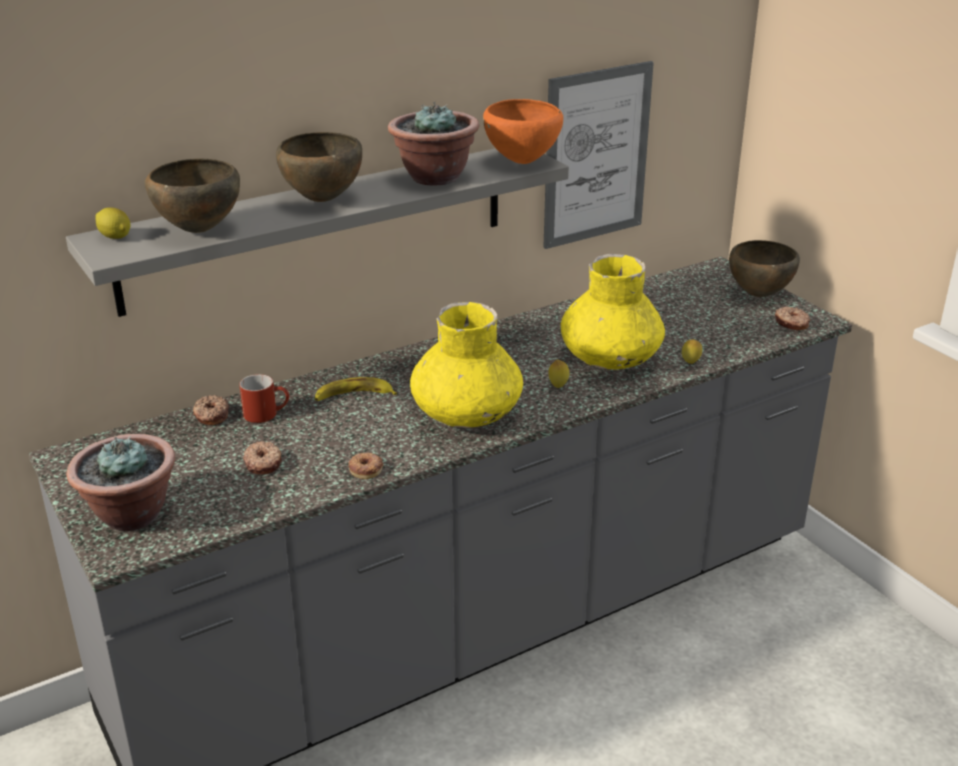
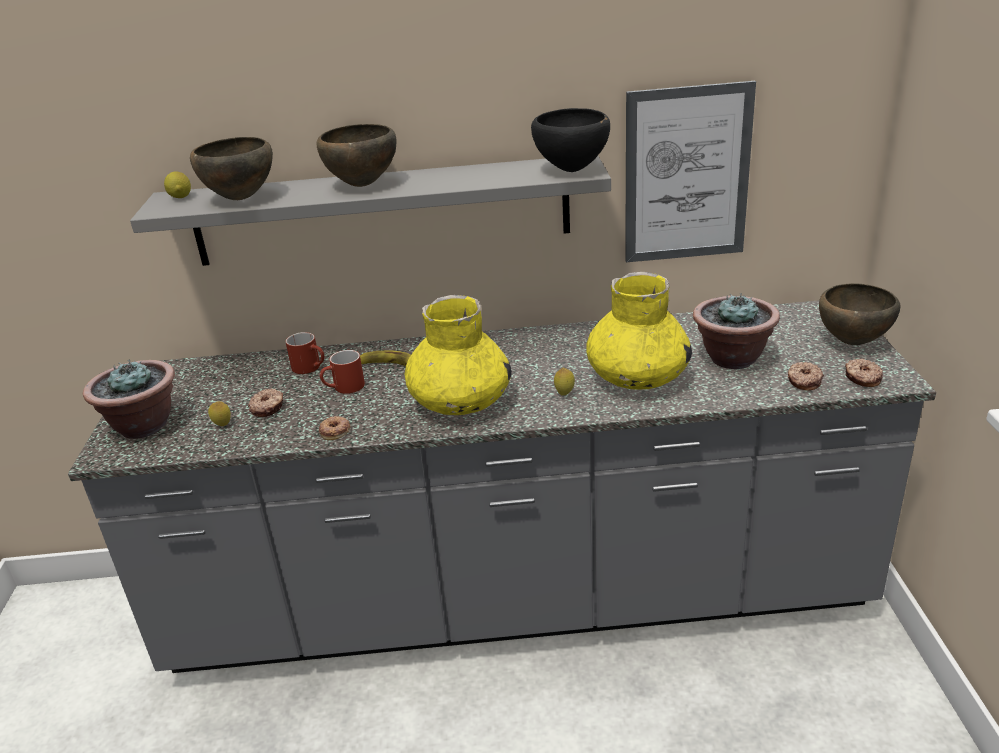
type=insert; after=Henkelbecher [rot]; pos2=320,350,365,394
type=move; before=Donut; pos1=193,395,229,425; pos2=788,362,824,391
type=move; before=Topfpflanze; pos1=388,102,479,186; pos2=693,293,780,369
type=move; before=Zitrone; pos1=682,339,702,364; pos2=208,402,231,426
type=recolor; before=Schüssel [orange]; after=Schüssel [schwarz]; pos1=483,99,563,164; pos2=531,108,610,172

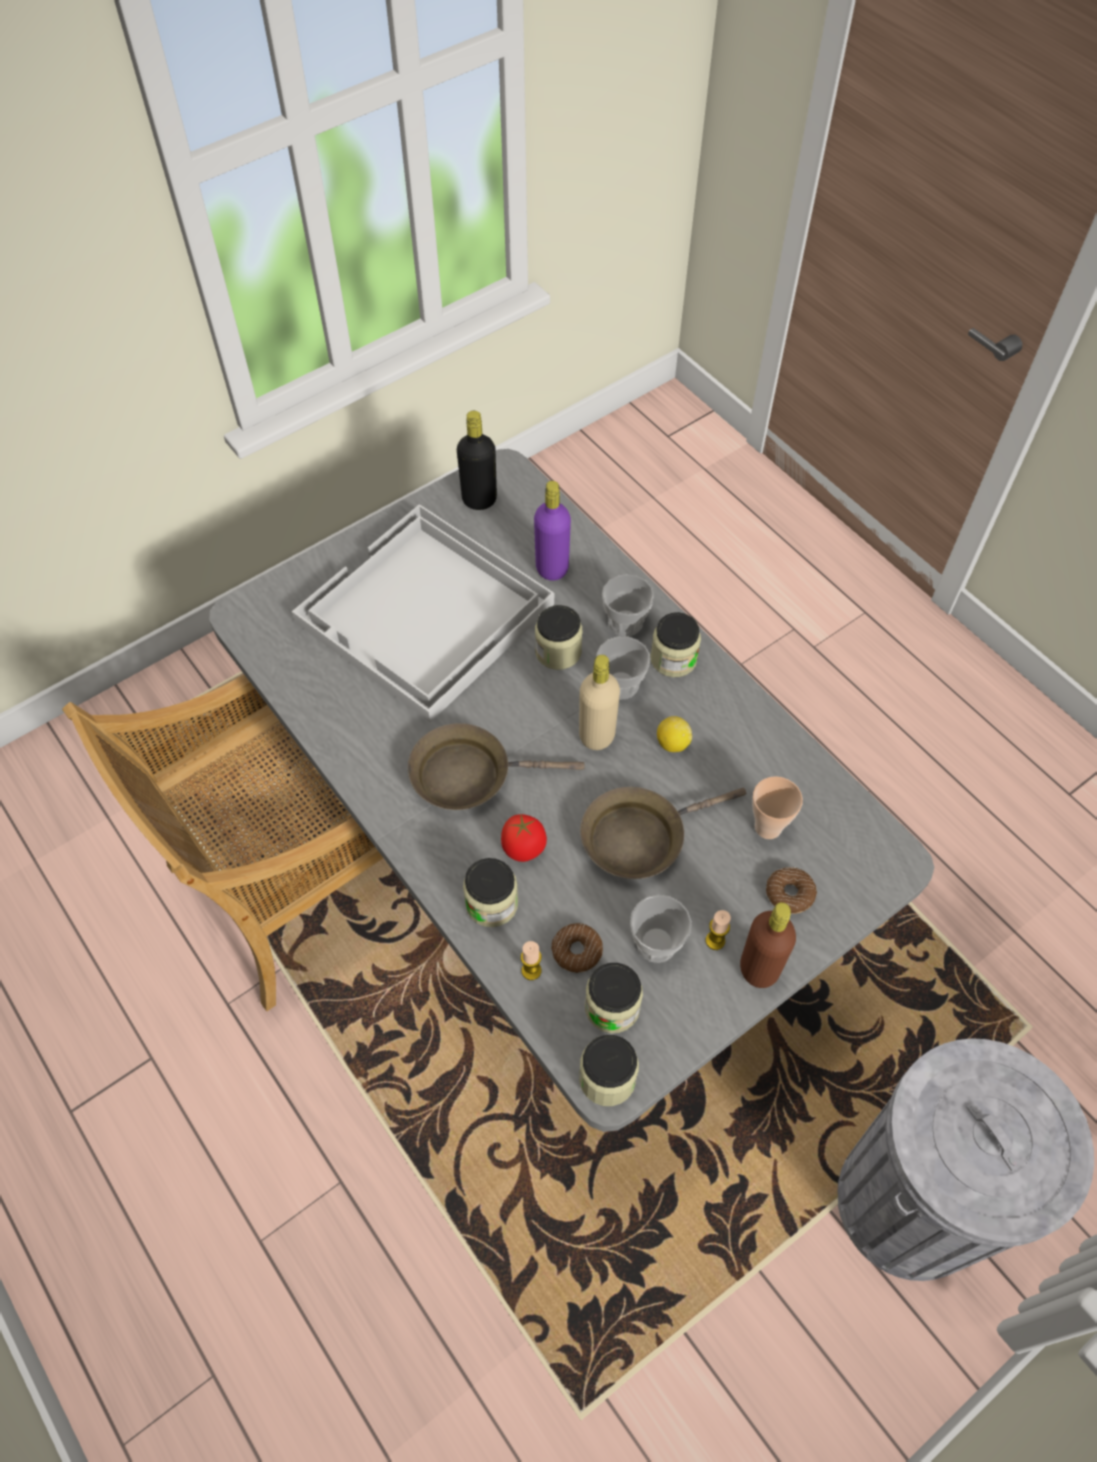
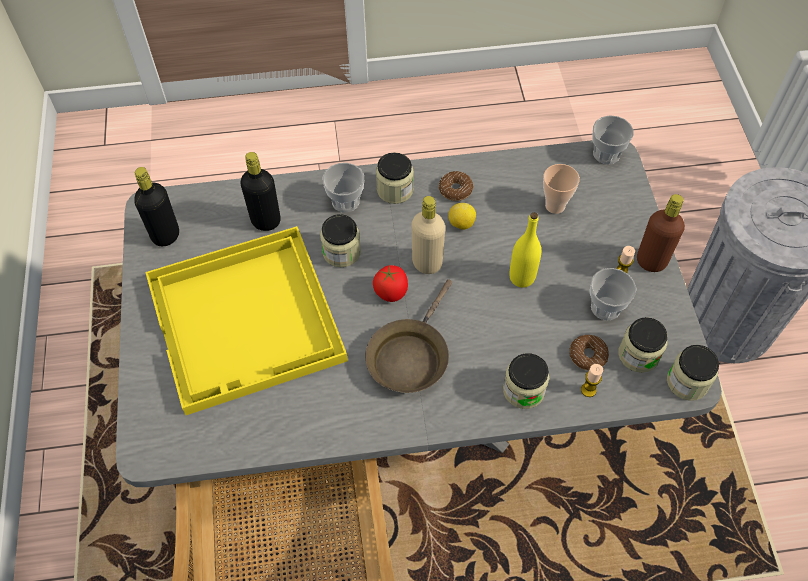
type=move; before=Tomate; pos1=501,814,547,862; pos2=373,265,408,302
type=move; before=Tasse; pos1=597,637,650,699; pos2=592,115,634,164
type=move; before=Donut; pos1=766,867,817,914; pos2=439,171,473,201
type=replace; before=Pfanne [braun]; after=Flasche [gelb]; pos1=580,787,746,879; pos2=509,212,541,288
type=recolor; before=Tablett [weiß]; after=Tablett [gelb]; pos1=292,504,554,722; pos2=145,226,348,415
type=recolor; before=Flasche [lila]; after=Flasche [schwarz]; pos1=534,481,571,581; pos2=240,152,281,231

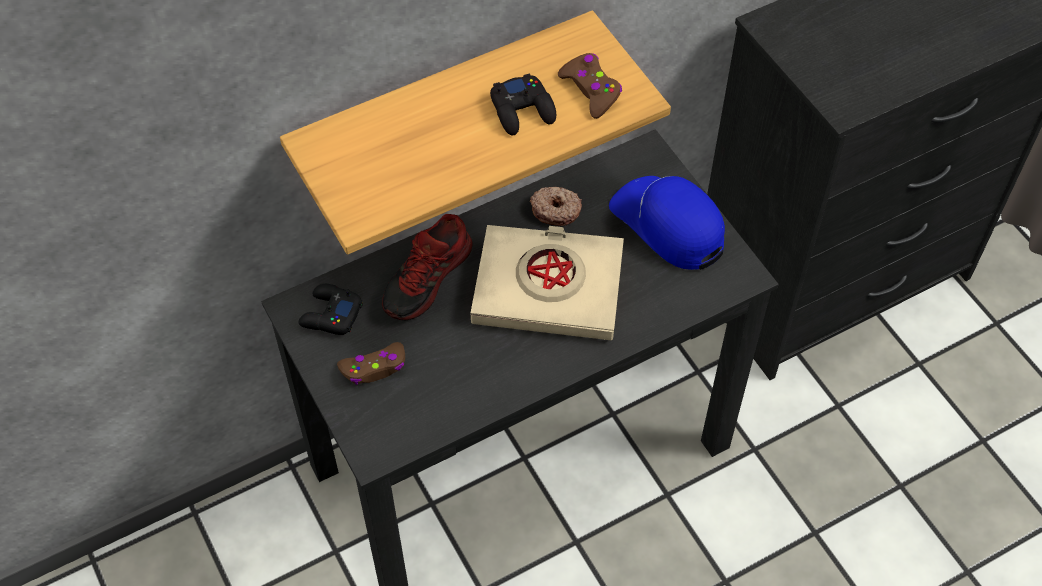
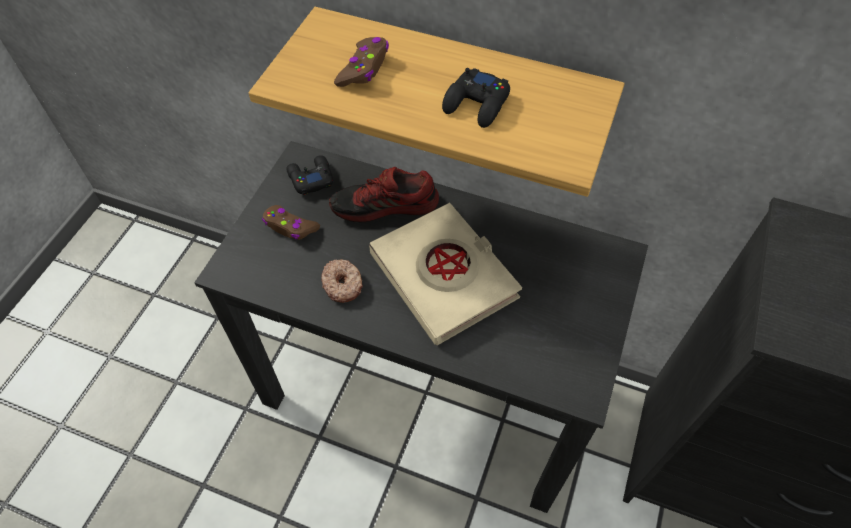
type=delete; before=Kappe [blau]; pos1=609,176,725,270
type=move; before=Donut; pos1=530,187,582,226; pos2=321,259,363,303
type=move; before=Gamepad [braun]; pos1=558,53,622,119; pos2=334,37,389,87

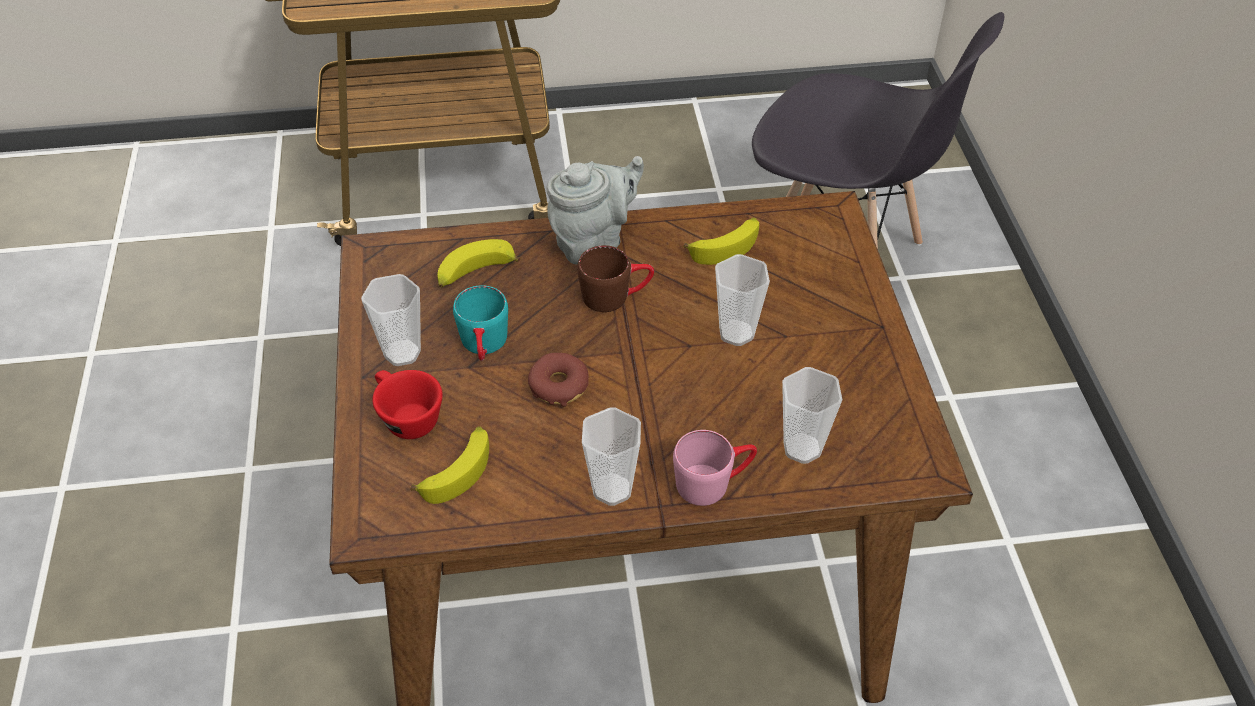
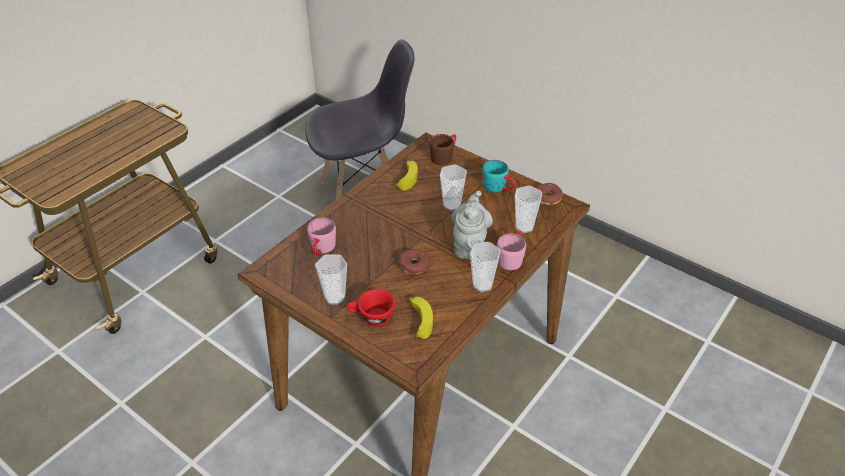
type=insert; after=Donut; pos2=536,183,563,205
type=move; before=Henkelbecher [türkis]; pos1=453,285,508,361; pos2=482,160,516,192
type=move; before=Teekanne [grau]; pos1=547,156,644,265; pos2=451,191,493,260
type=move; before=Henkelbecher [braun]; pos1=577,245,654,312; pos2=429,134,456,165
type=replace; before=Banane; after=Henkelbecher [rosa]; pos1=437,239,520,287; pos2=307,218,336,256

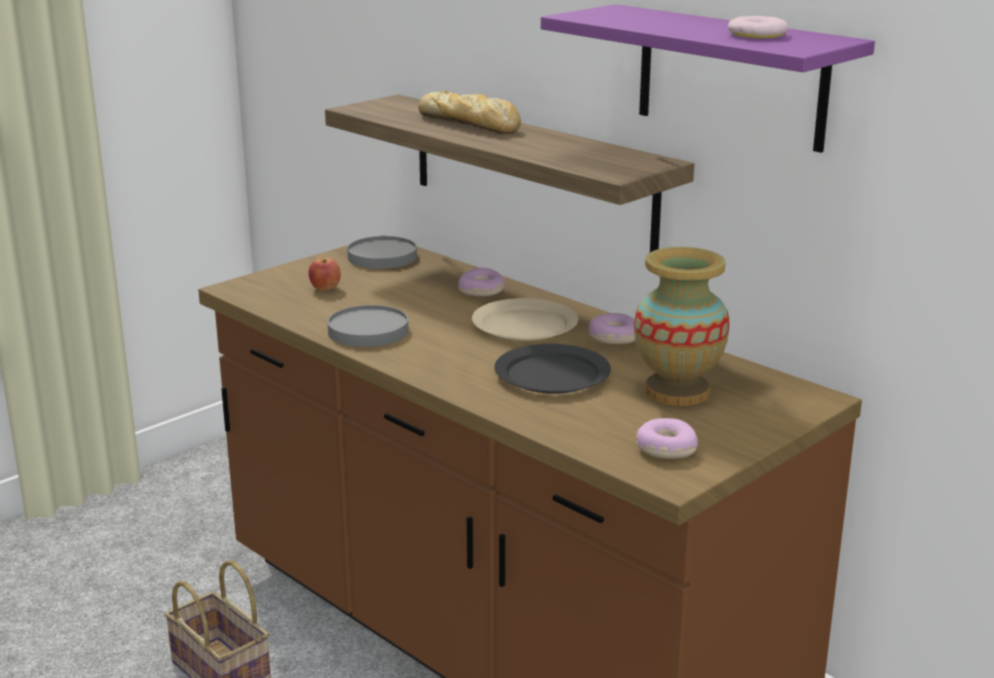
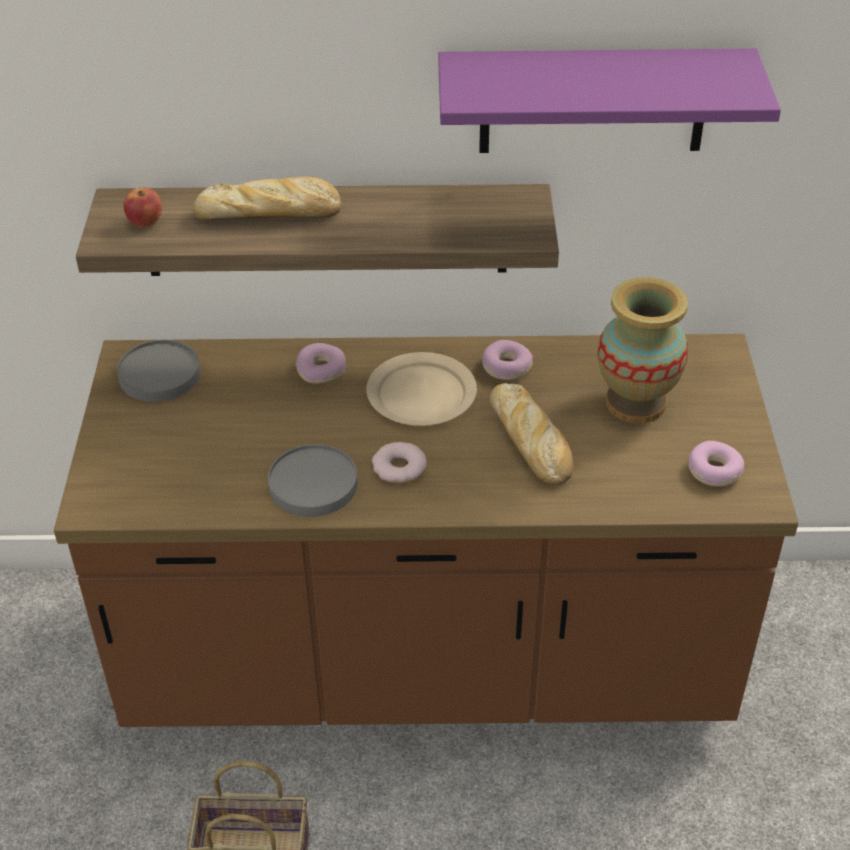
type=move; before=Apfel; pos1=308,258,341,291; pos2=123,187,162,228
type=move; before=Donut; pos1=728,16,788,39; pos2=372,442,427,483
type=replace; before=Teller [schwarz]; after=Brot; pos1=494,344,611,394; pos2=490,383,574,486

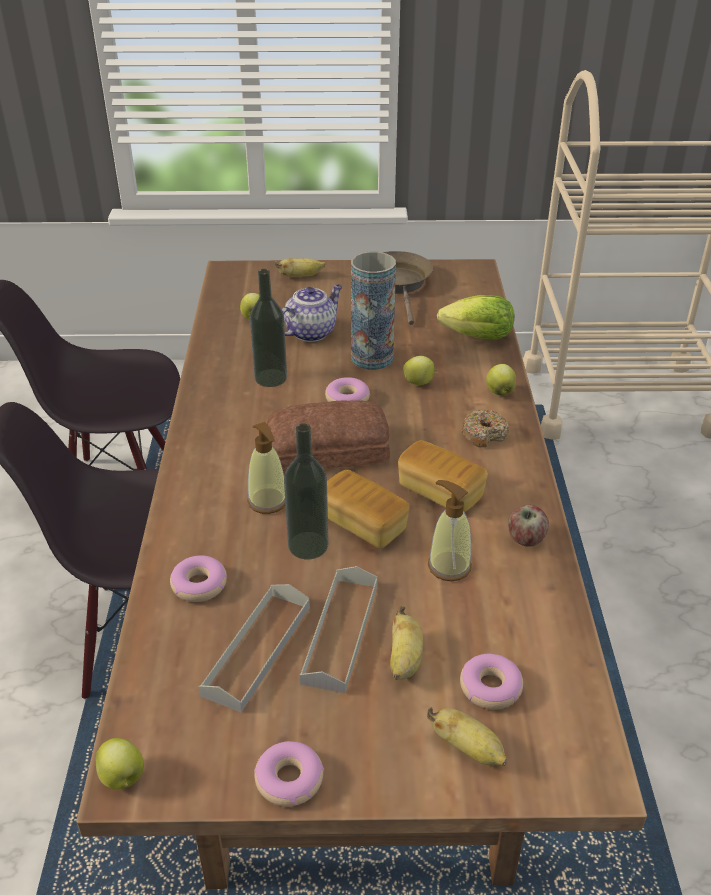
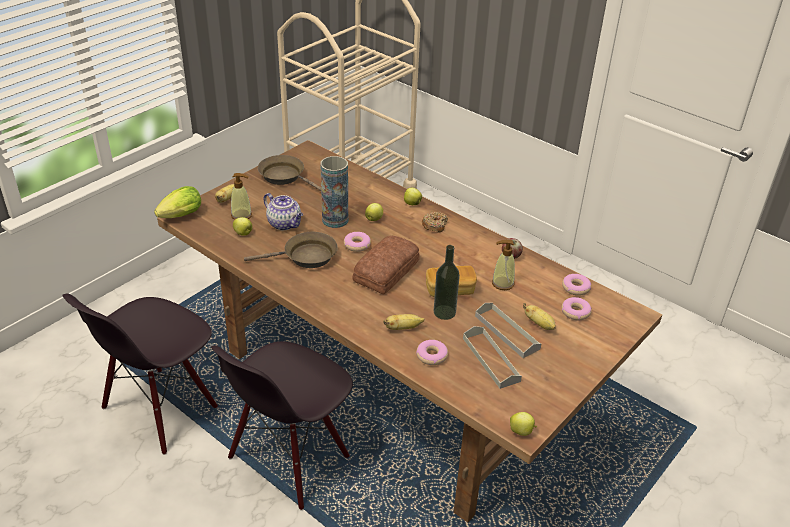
type=delete; before=Brot; pos1=398,440,488,512
type=move; before=Seifenspender; pos1=247,422,285,514; pos2=231,173,252,220
type=move; before=Donut; pos1=254,741,324,806; pos2=562,274,591,296
type=move; before=Banane; pos1=427,707,507,766; pos2=383,314,425,330
type=move; before=Salatkopf; pos1=437,295,514,340; pos2=154,186,201,218
type=replace; before=Flasche; after=Pfanne [braun]; pos1=250,269,287,387; pos2=244,232,338,268
type=rotate; before=Teekanne; pos1=282,284,343,342; pos2=263,193,303,230; turn=135

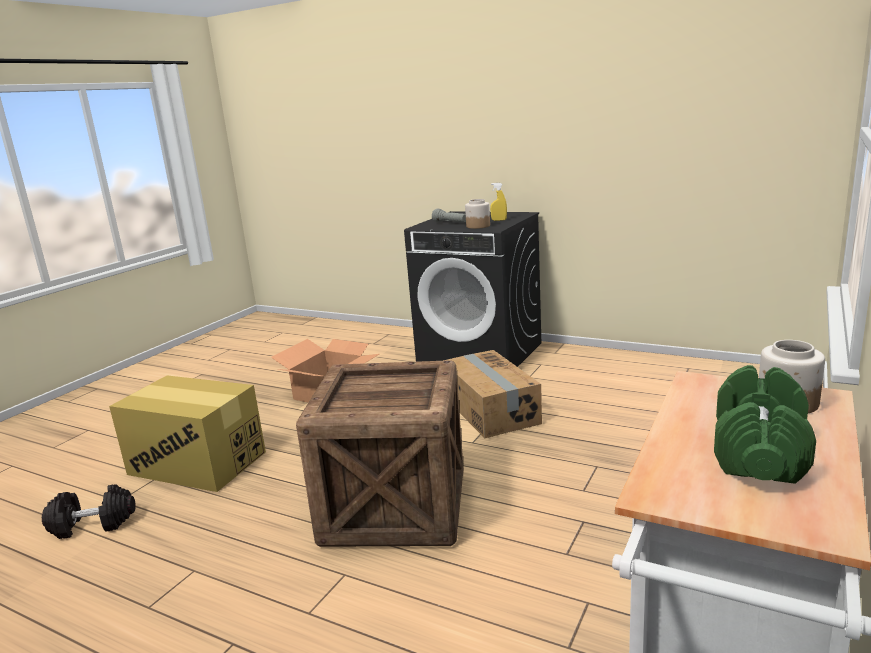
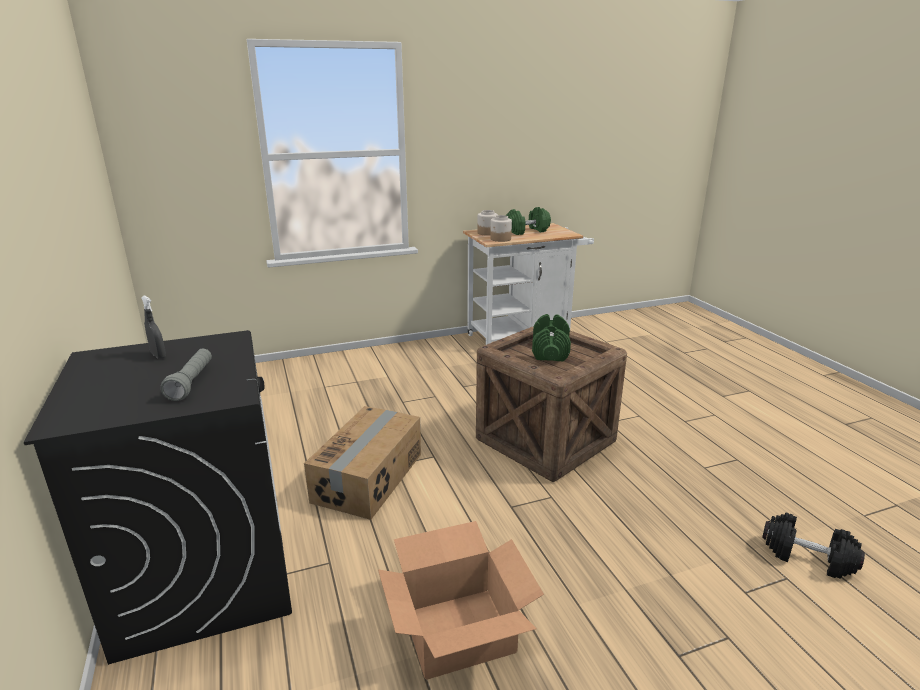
type=delete; before=Karton; pos1=109,376,266,492
type=insert; after=Hantel [grün]; pos2=532,314,571,361
type=move; before=Vorratsglas; pos1=465,199,490,229; pos2=490,215,512,242
type=recolor; before=Sprühflasche [gelb]; after=Sprühflasche [grau]; pos1=490,183,507,221; pos2=141,295,166,359

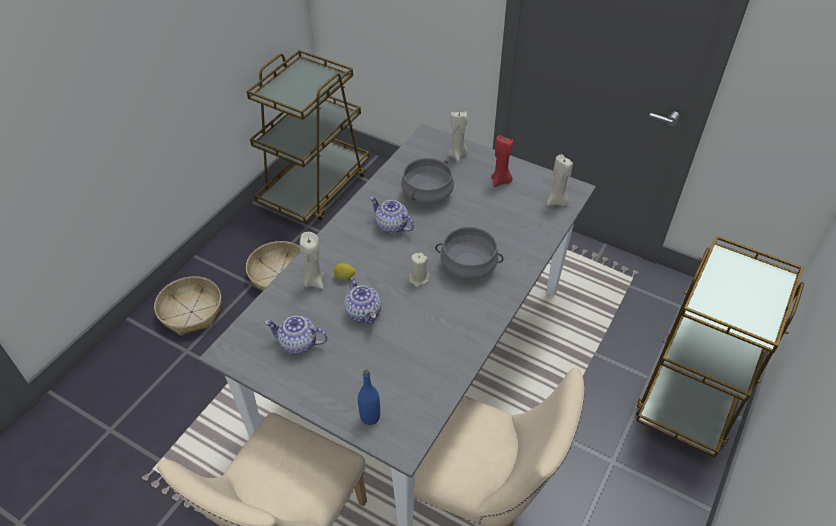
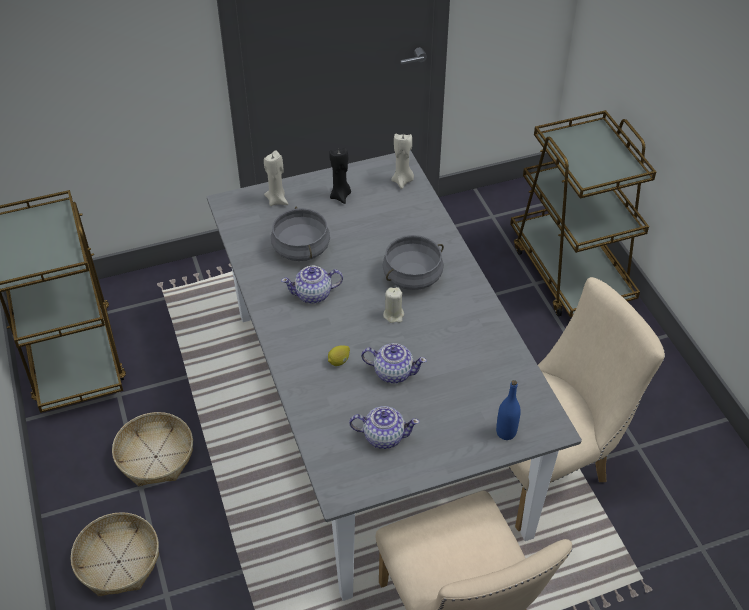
type=delete; before=Kerze [beige]; pos1=300,232,325,289
type=recolor; before=Kerze [rot]; after=Kerze [schwarz]; pos1=491,135,513,187; pos2=329,148,351,204
type=rotate; before=Teekanne; pos1=264,316,328,355; pos2=349,406,420,449; turn=-135

